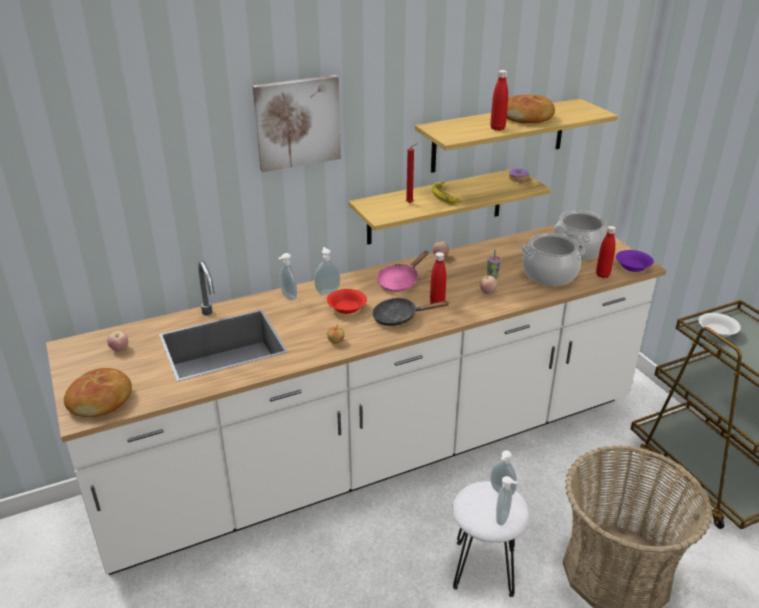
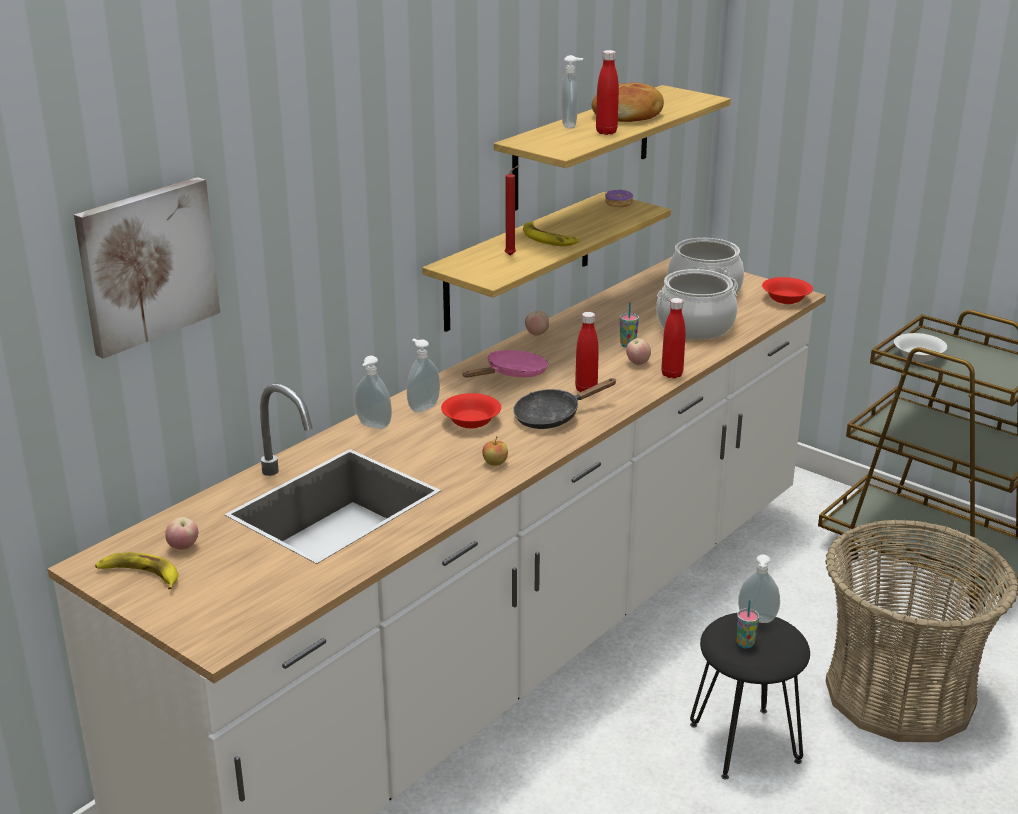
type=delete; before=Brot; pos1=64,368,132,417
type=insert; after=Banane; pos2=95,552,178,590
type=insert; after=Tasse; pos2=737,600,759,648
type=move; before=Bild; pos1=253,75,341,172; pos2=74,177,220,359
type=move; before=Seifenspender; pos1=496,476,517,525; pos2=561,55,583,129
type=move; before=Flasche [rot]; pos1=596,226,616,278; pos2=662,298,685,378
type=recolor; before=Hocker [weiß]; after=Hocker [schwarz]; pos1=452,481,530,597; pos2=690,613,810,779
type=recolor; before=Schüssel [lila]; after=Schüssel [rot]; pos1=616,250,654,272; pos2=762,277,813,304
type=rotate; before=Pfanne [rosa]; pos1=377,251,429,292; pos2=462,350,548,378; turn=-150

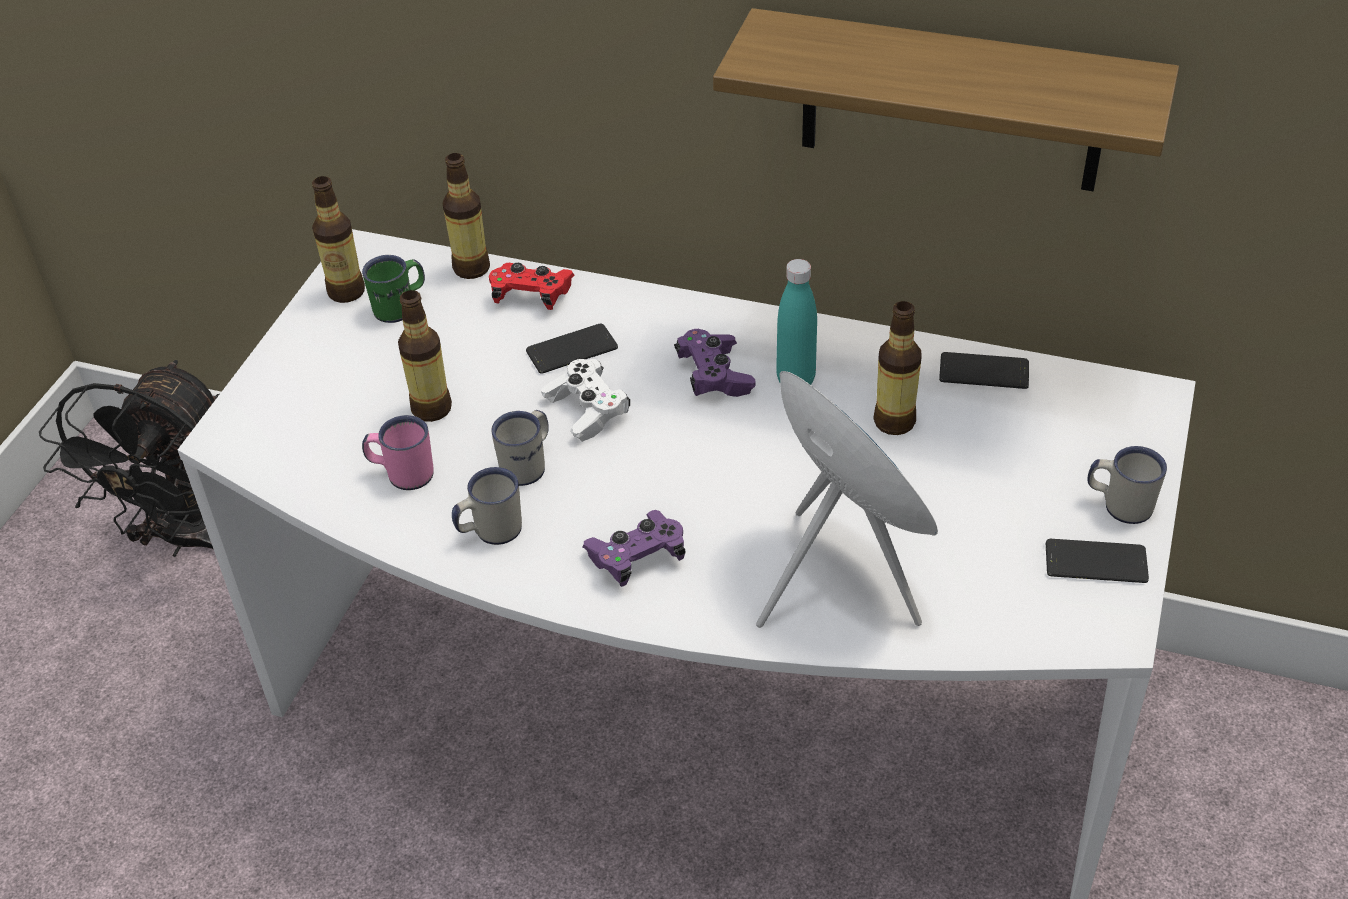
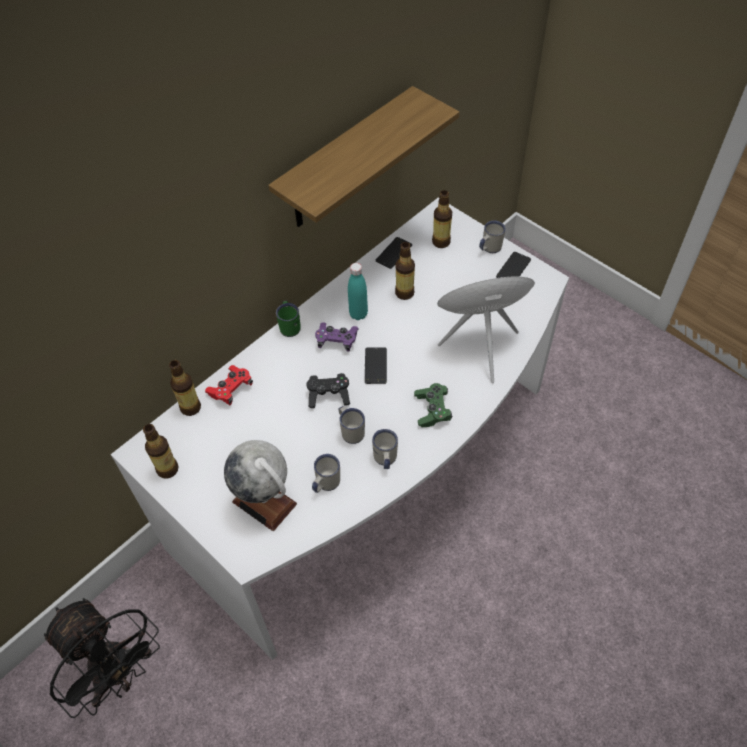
type=insert; after=Globus; pos2=224,440,297,531
type=move; before=Henkelbecher [grün]; pos1=362,255,425,323; pos2=276,301,301,337
type=move; before=Flasche; pos1=398,290,452,422; pos2=432,190,452,248
type=move; before=Handy; pos1=526,323,618,374; pos2=365,347,387,384
type=recolor; before=Henkelbecher [rosa]; after=Henkelbecher [weiß]; pos1=362,415,434,490; pos2=312,454,340,493
type=recolor; before=Gamepad [weiß]; after=Gamepad [schwarz]; pos1=541,359,630,442; pos2=307,373,350,408
type=recolor; before=Gamepad [lila]; after=Gamepad [grün]; pos1=583,510,686,587; pos2=414,383,452,427

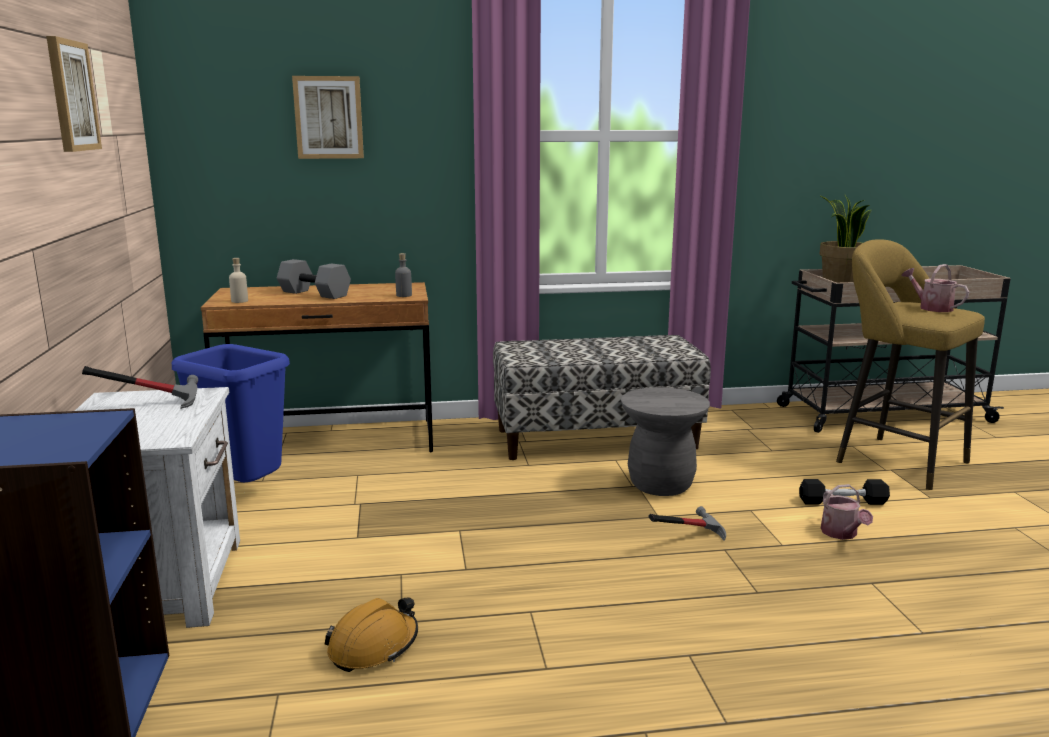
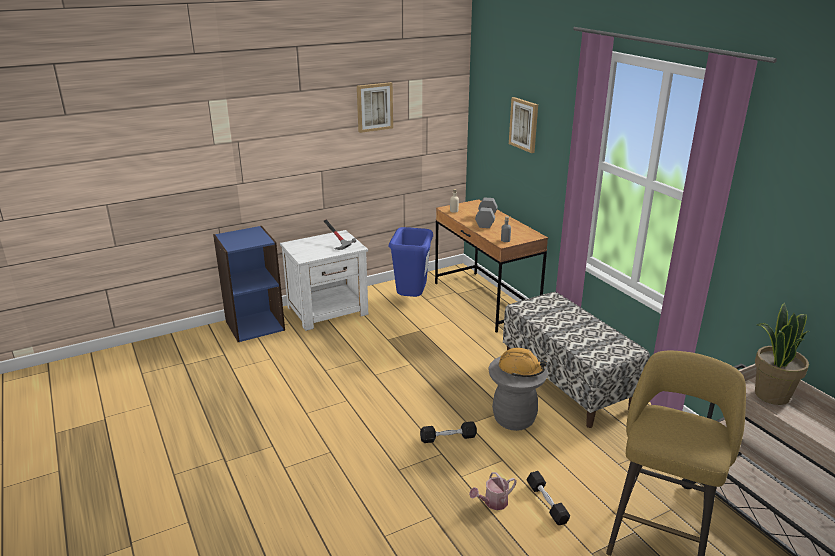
type=delete; before=Gießkanne; pos1=901,264,969,312
type=move; before=Schutzhelm [orange]; pos1=325,597,418,672; pos2=499,348,547,377
type=replace; before=Hammer; after=Hantel [schwarz]; pos1=648,506,726,541; pos2=420,421,477,443

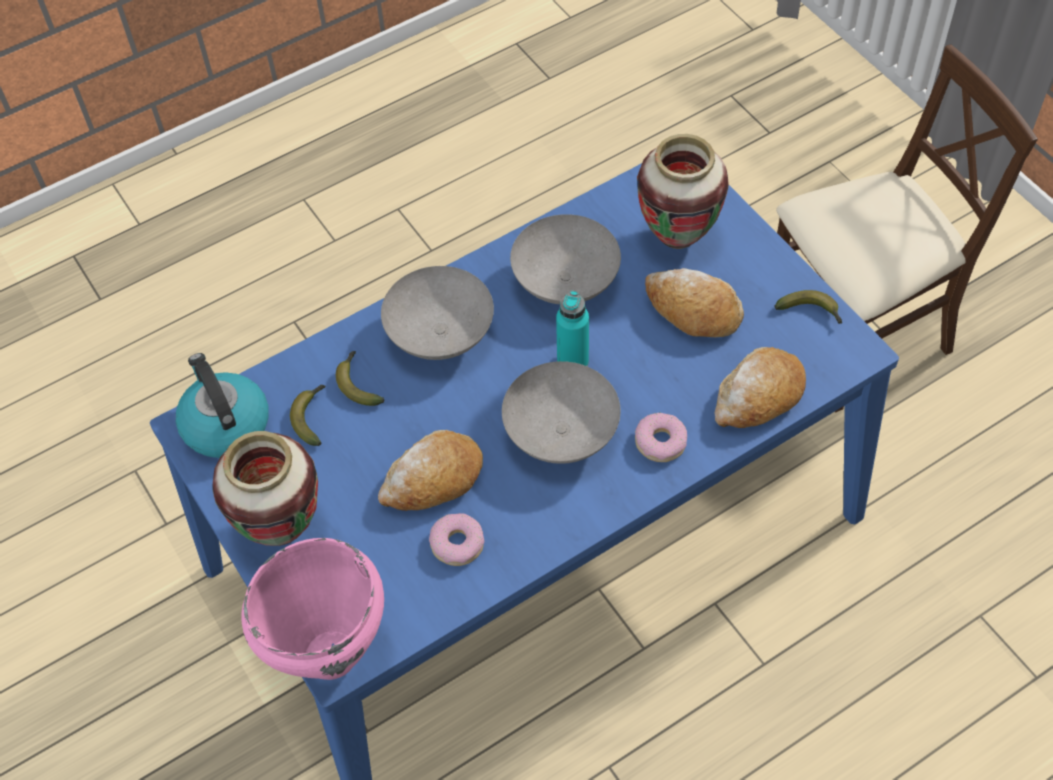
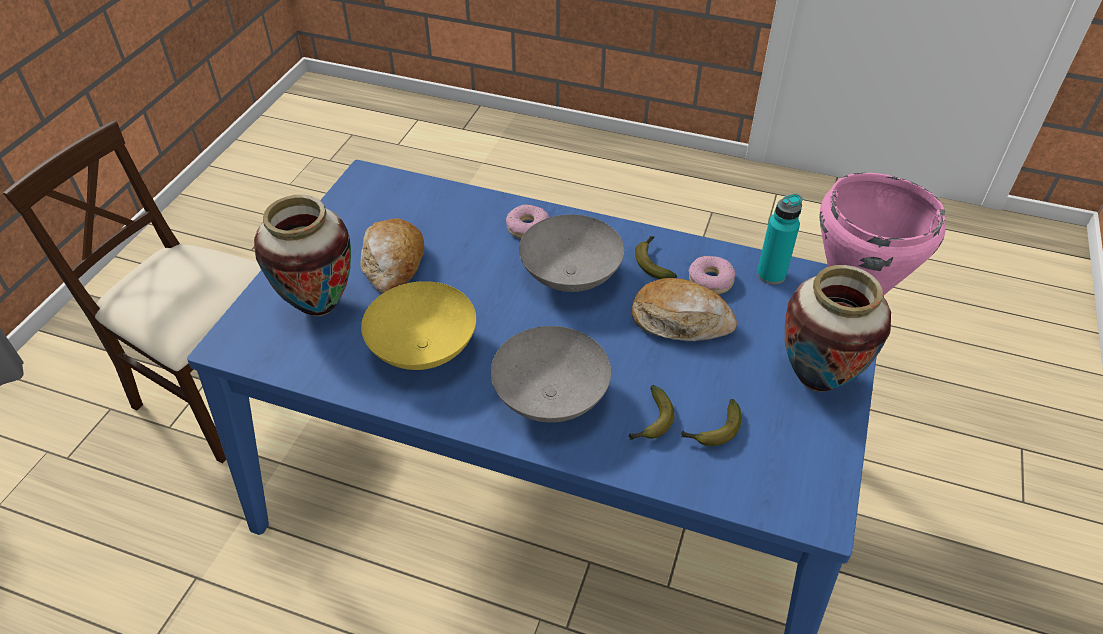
type=delete; before=Wasserkessel; pos1=176,353,269,458
type=delete; before=Brot; pos1=714,347,806,428
type=move; before=Flasche [türkis]; pos1=556,291,589,367; pos2=757,194,803,285
type=move; before=Banane; pos1=774,290,842,324; pos2=635,236,677,279
type=recolor; before=Schüssel [grau]; after=Schüssel [gelb]; pos1=510,214,621,304; pos2=361,281,476,370

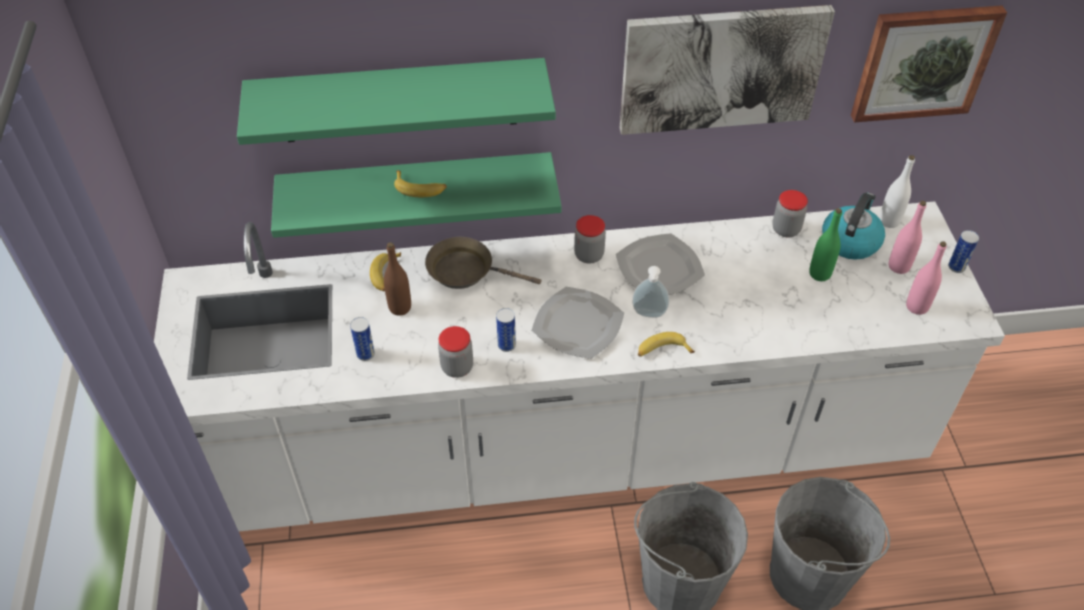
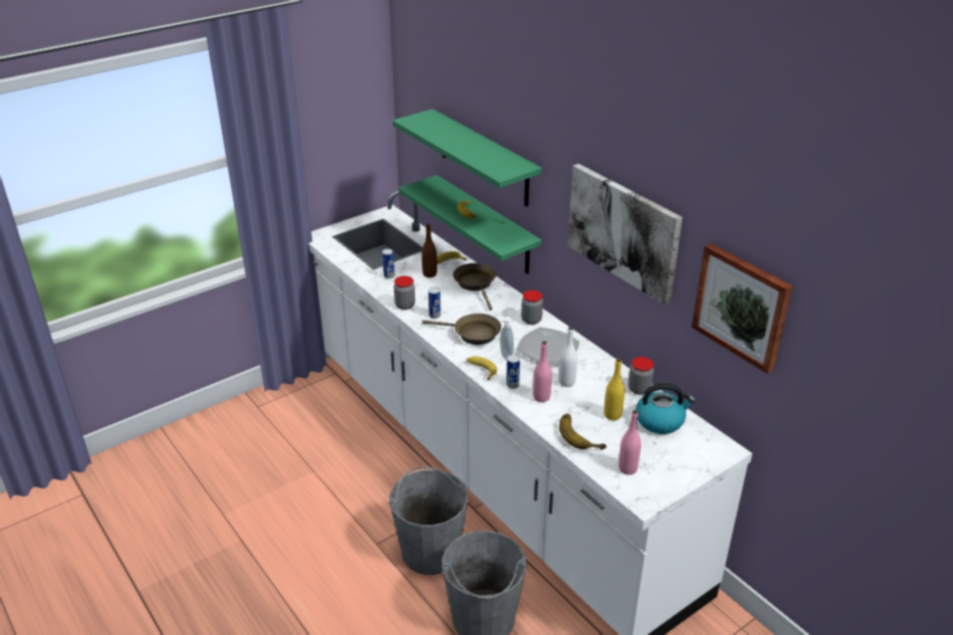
type=insert; after=Banane; pos2=559,414,607,450
type=move; before=Flasche [weiß]; pos1=879,155,915,228; pos2=559,326,577,387
type=move; before=Flasche [rosa]; pos1=889,201,926,274; pos2=533,341,552,402
type=move; before=Dose; pos1=948,230,979,273; pos2=506,354,520,389
type=replace; before=Teller; after=Pfanne [braun]; pos1=531,287,624,359; pos2=422,313,501,345
type=recolor; before=Flasche [grün]; after=Flasche [gelb]; pos1=809,208,842,281; pos2=604,358,625,420

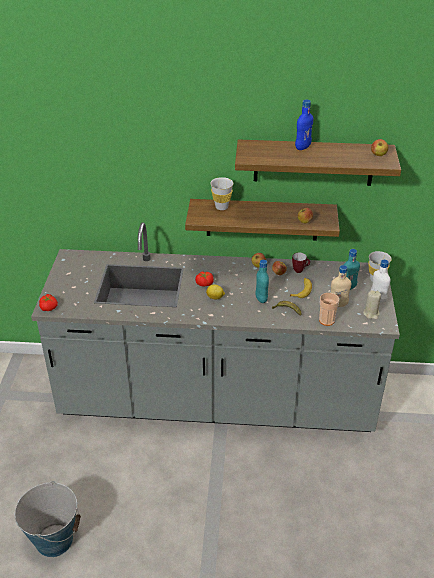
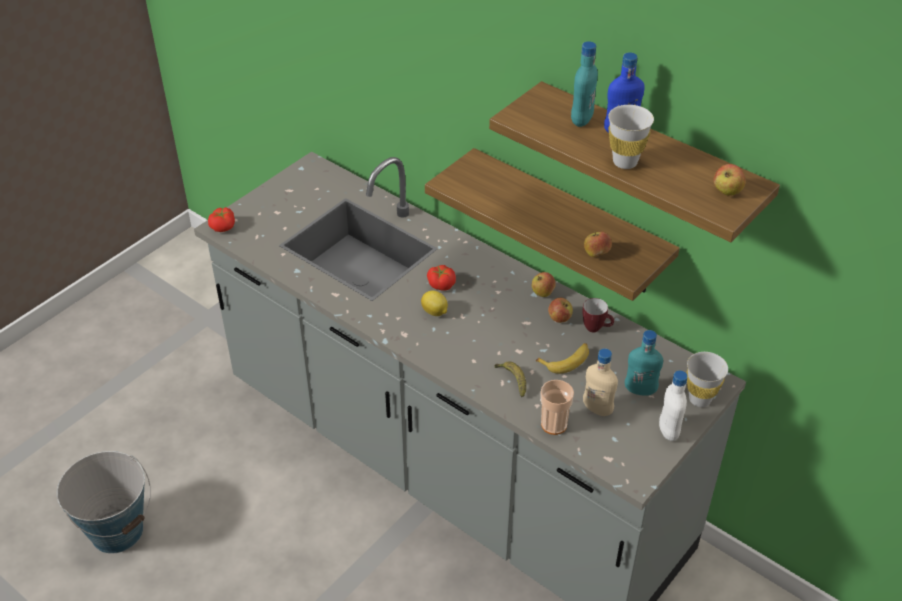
type=delete; before=Kerze [beige]; pos1=363,290,381,319
type=move; before=Tasse [weiß]; pos1=210,177,233,210; pos2=608,105,654,169
type=move; before=Flasche [türkis]; pos1=256,260,269,303; pos2=571,41,598,127

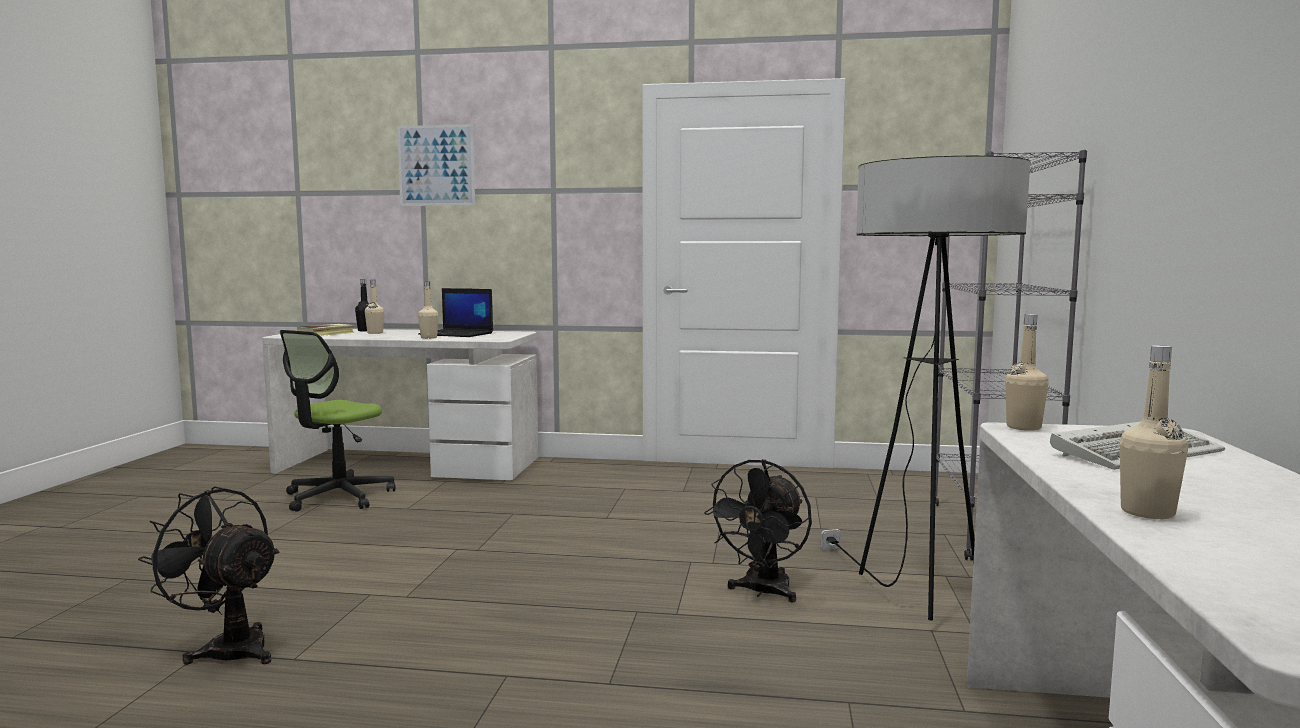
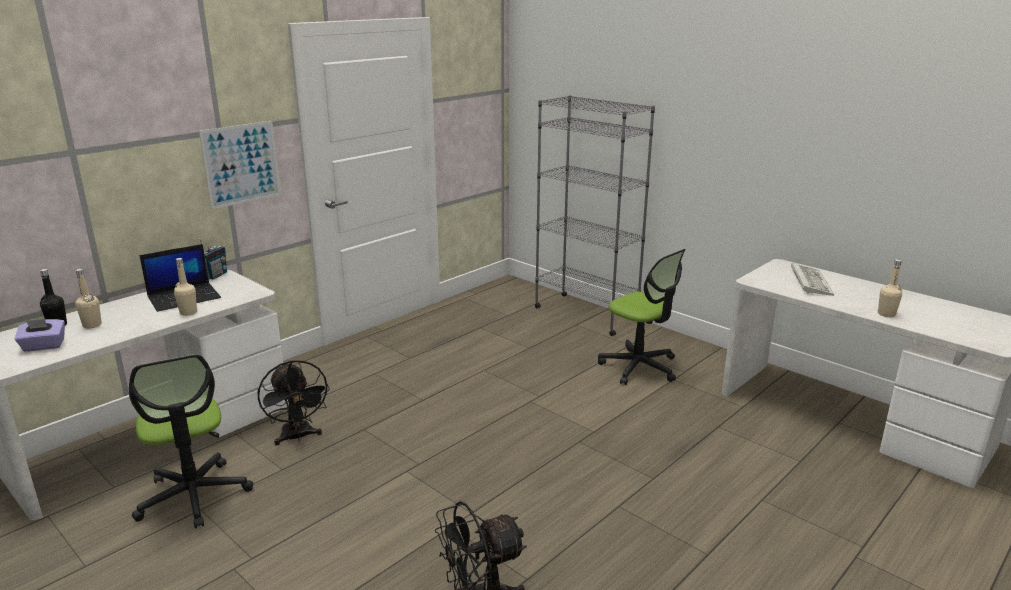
type=delete; before=Flasche [beige]; pos1=1005,314,1049,431
type=insert; after=Radio; pos2=199,238,227,279
type=move; before=Bild; pos1=397,124,475,206; pos2=199,121,281,209
type=move; before=Ventilator [schwarz]; pos1=704,459,812,603; pos2=258,360,330,445
type=replace; before=Buch; after=Taschentuchbox [lila]; pos1=297,324,354,336; pos2=15,319,65,352
type=replace; before=Stehlampe; after=Bürostuhl; pos1=821,156,1030,620; pos2=598,249,686,385

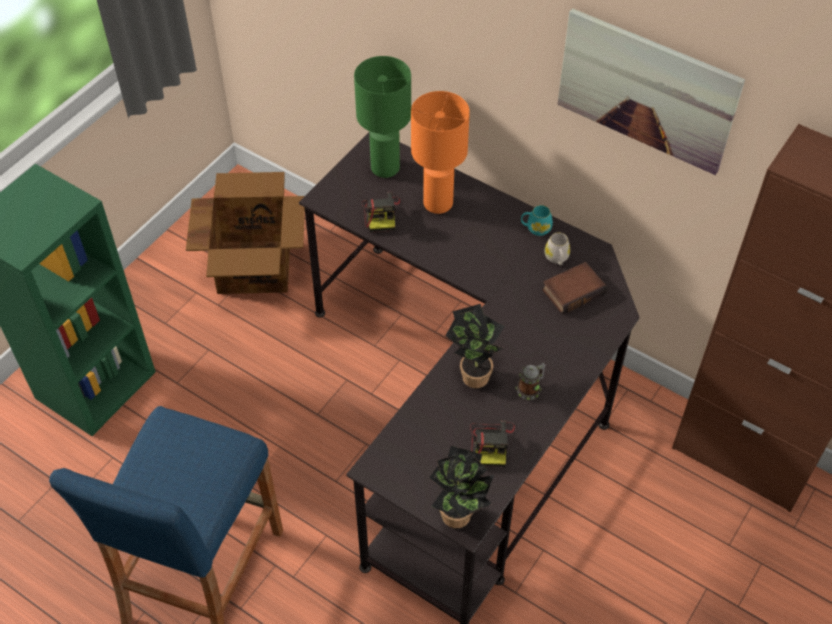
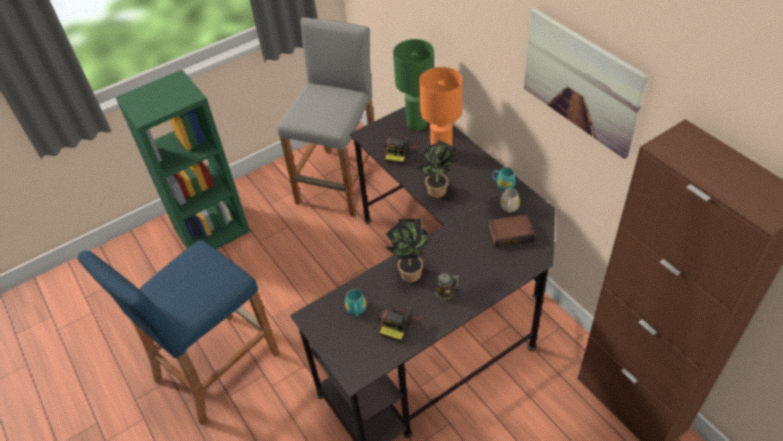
type=insert; after=Henkelbecher [türkis]; pos2=345,289,367,317
type=move; before=Topfpflanze; pos1=429,446,494,528; pos2=415,140,457,198
type=replace; before=Karton; after=Hocker [grau]; pos1=186,172,305,294; pos2=277,17,377,217

